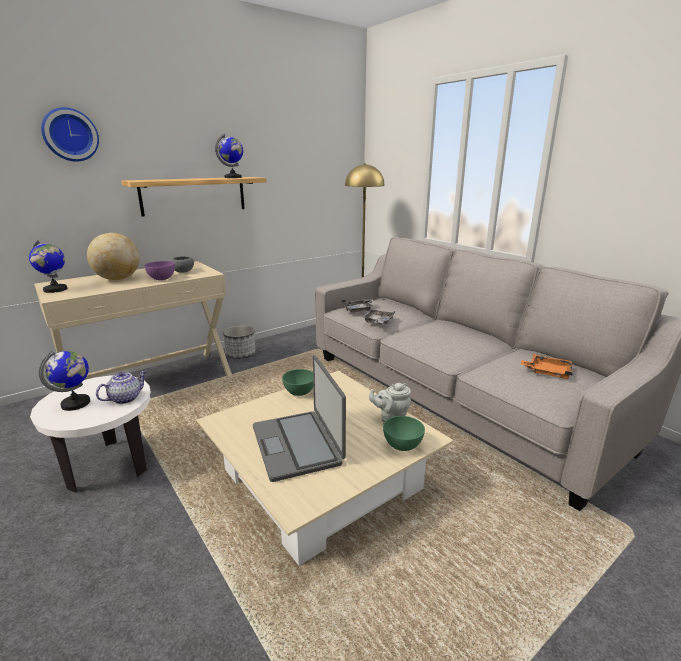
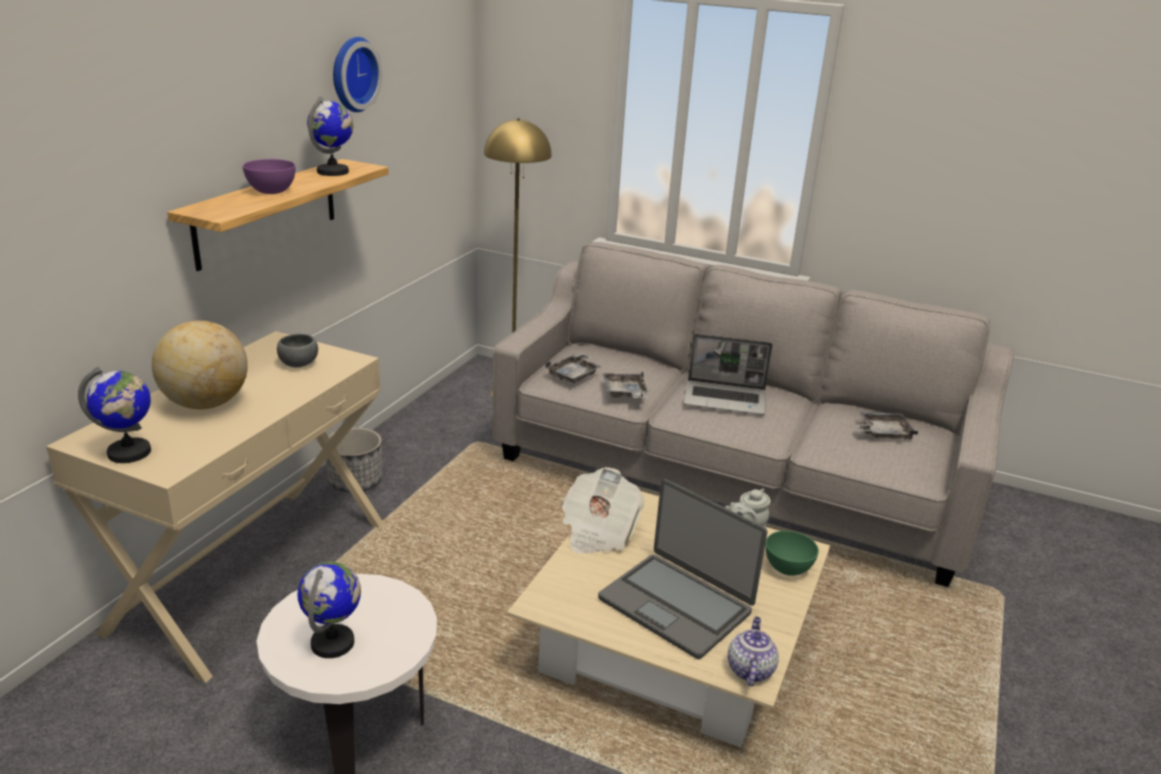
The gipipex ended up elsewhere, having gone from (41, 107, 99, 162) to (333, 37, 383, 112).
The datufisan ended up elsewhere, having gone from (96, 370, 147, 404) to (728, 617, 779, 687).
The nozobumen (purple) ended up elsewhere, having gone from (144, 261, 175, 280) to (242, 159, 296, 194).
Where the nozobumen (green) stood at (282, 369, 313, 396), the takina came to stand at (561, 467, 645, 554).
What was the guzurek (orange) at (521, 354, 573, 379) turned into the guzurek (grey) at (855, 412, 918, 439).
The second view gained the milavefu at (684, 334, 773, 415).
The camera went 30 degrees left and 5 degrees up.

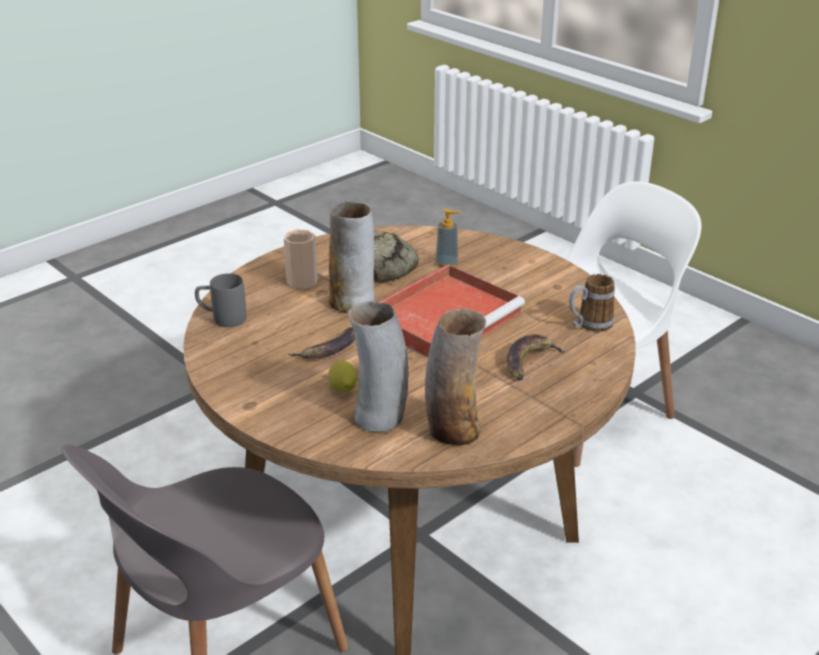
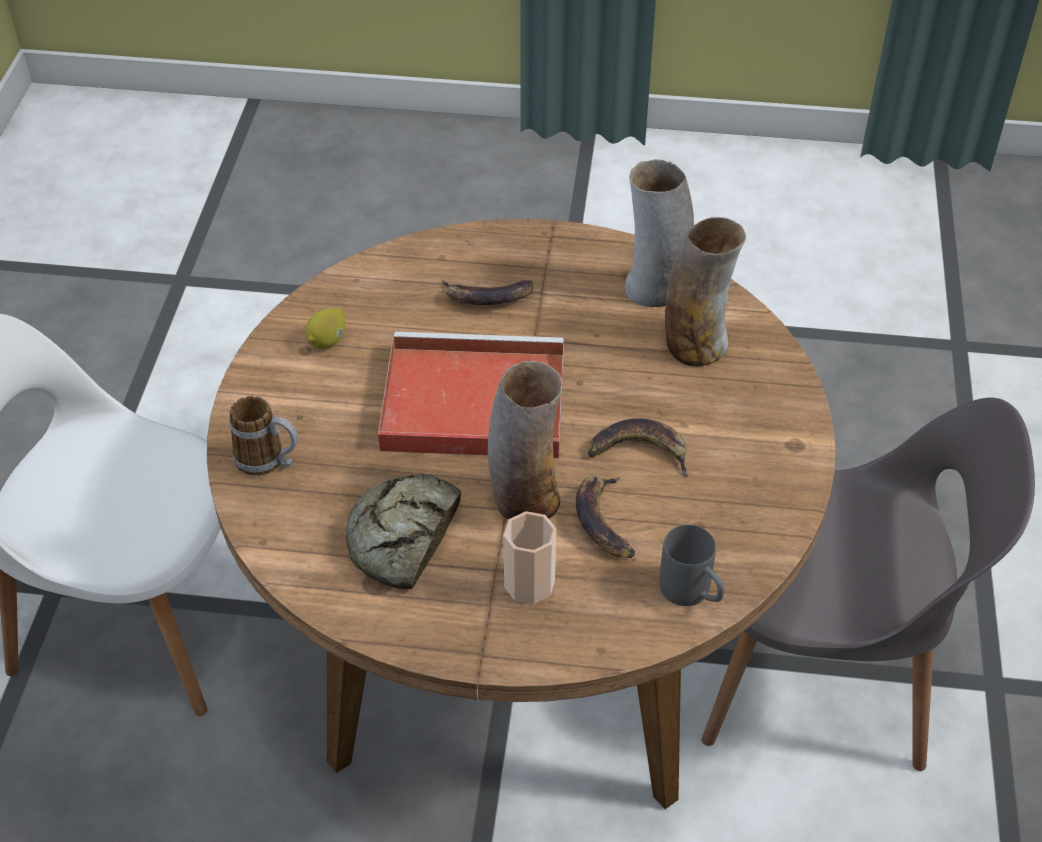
The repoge ended up elsewhere, having gone from (328, 361, 357, 392) to (305, 308, 345, 349).
The second view lost the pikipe at (436, 209, 460, 268).
The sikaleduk ended up elsewhere, having gone from (569, 274, 615, 332) to (229, 396, 298, 476).
The second view gained the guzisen at (576, 476, 635, 558).
The camera went 130 degrees left and 15 degrees up.

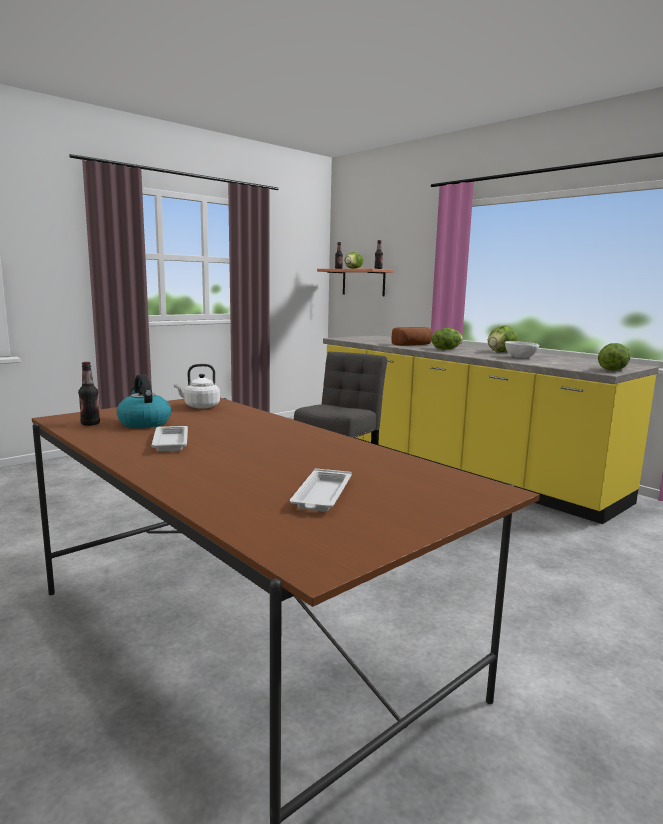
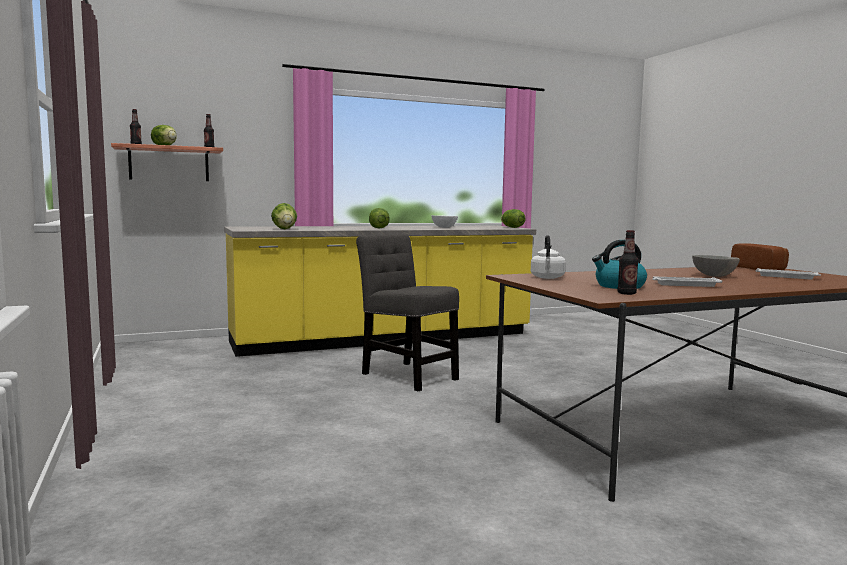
The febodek ended up elsewhere, having gone from (392, 327, 432, 346) to (731, 243, 789, 270).
The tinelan ended up elsewhere, having gone from (488, 326, 519, 352) to (271, 203, 297, 230).
The second view gained the nozobumen (grey) at (692, 255, 740, 277).
The camera went 70 degrees left and 5 degrees down.

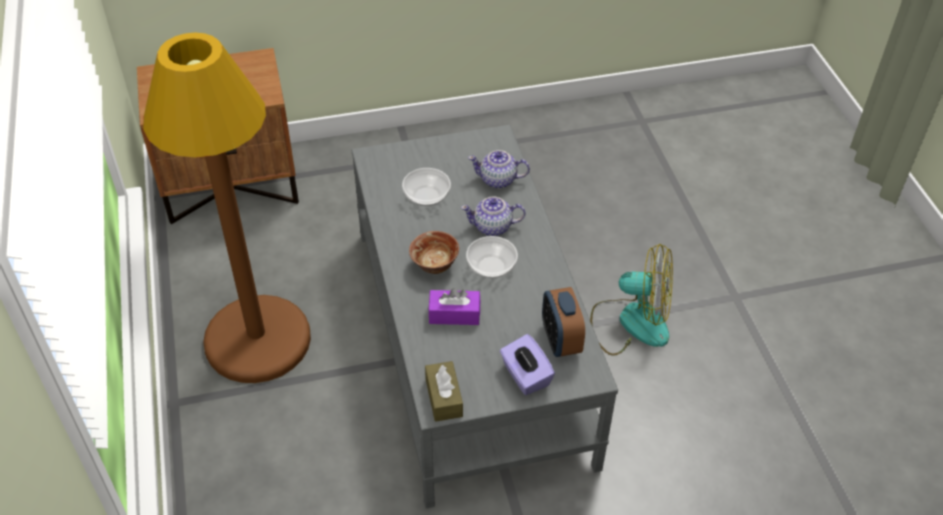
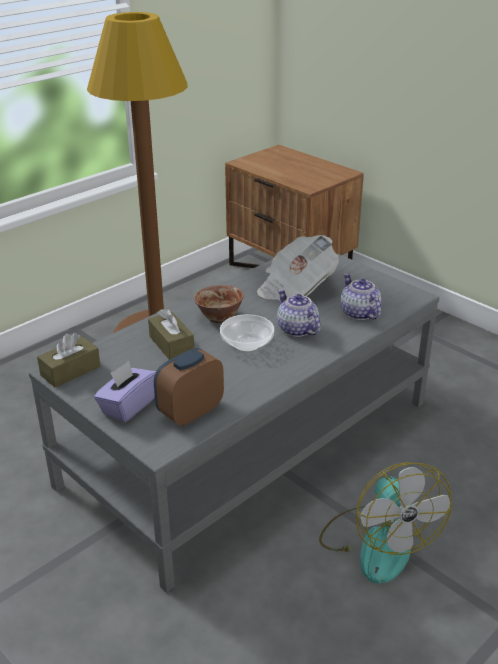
Where the nozobumen stood at (402, 168, 451, 206), the takina came to stand at (257, 235, 339, 301).
What was the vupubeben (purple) at (428, 288, 480, 325) turned into the vupubeben (brown) at (148, 308, 194, 360).
The camera went 60 degrees right and 15 degrees down.

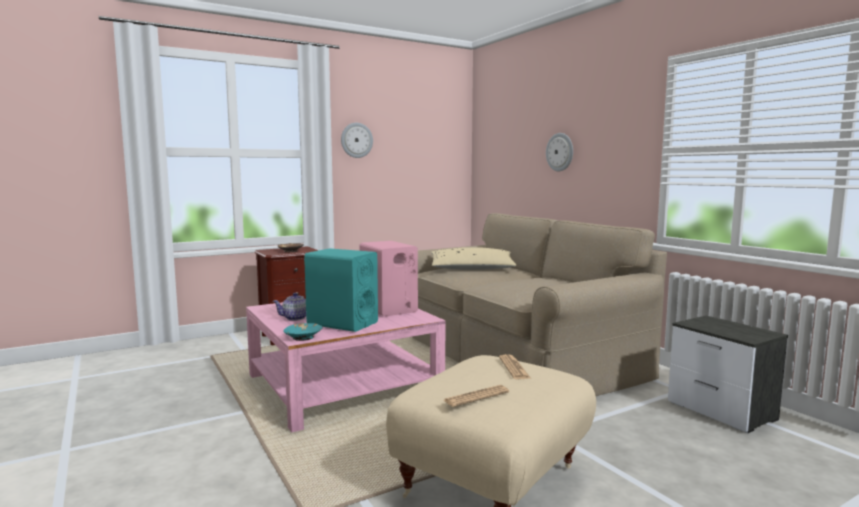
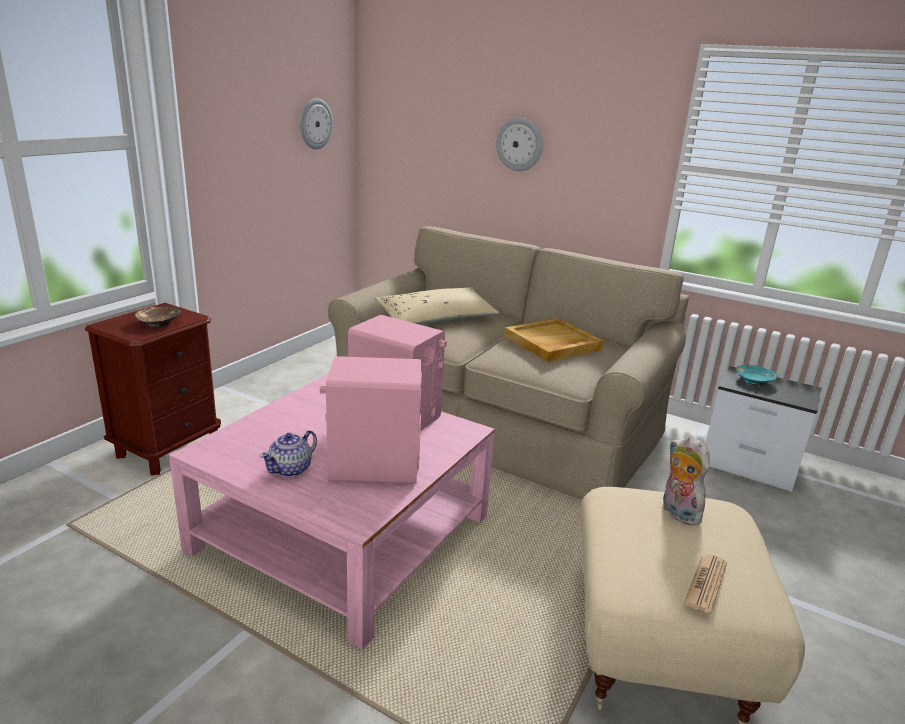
The nozobumen (turquoise) ended up elsewhere, having gone from (283, 323, 323, 341) to (736, 365, 777, 386).
What was the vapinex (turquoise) at (304, 248, 378, 332) turned into the vapinex (pink) at (320, 356, 422, 484).
The gipipex ended up elsewhere, having gone from (341, 123, 373, 158) to (300, 98, 333, 149).
Where the takina stood at (499, 354, 530, 379), the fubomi came to stand at (662, 436, 710, 525).
The second view gained the guzurek (beige) at (504, 318, 604, 362).
The camera went 30 degrees left and 15 degrees up.

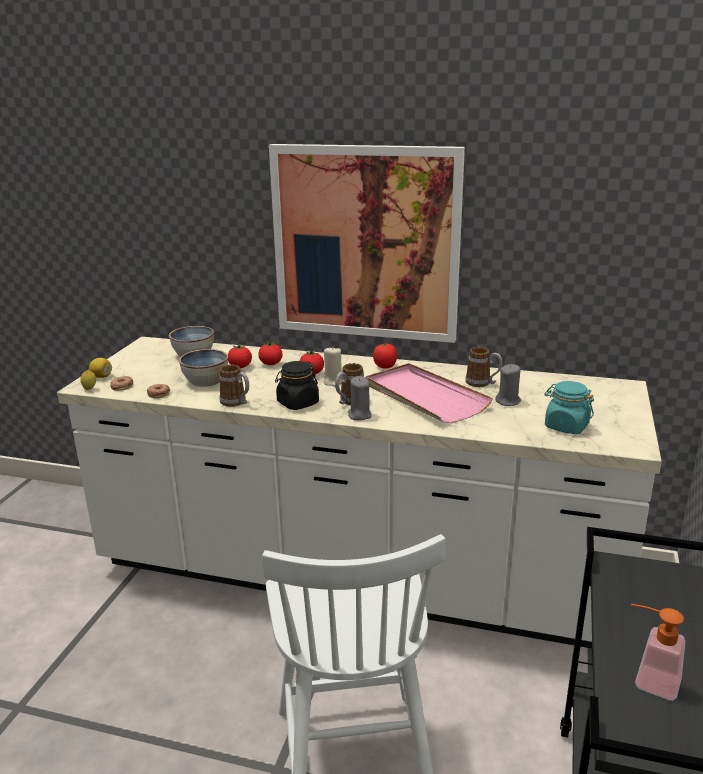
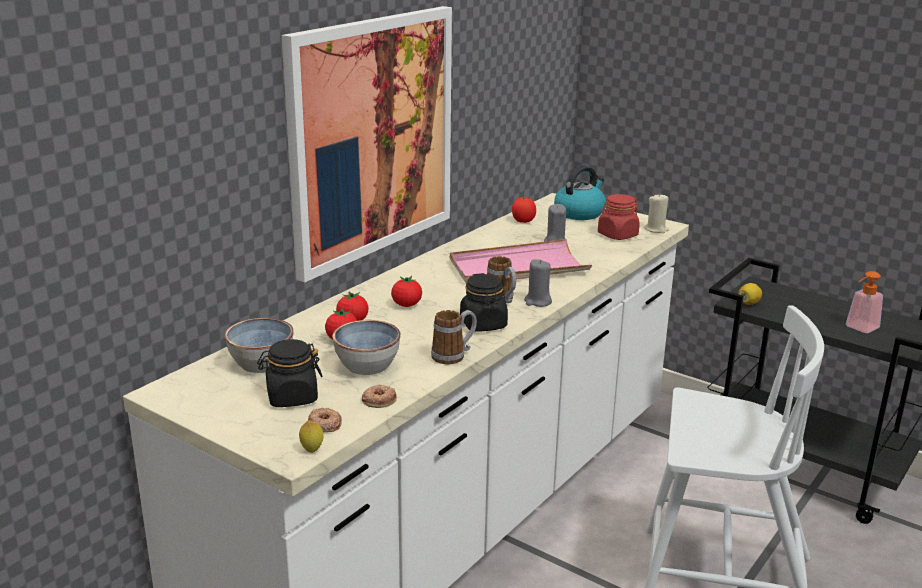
The repoge ended up elsewhere, having gone from (89, 358, 112, 378) to (738, 283, 762, 305).
The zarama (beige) ended up elsewhere, having gone from (323, 346, 342, 387) to (644, 193, 669, 233).
The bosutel ended up elsewhere, having gone from (373, 343, 397, 368) to (512, 197, 536, 223).
The second view lost the sikaleduk at (465, 347, 502, 387).
What was the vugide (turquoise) at (544, 381, 594, 434) turned into the vugide (red) at (598, 194, 640, 240).
The second view gained the vugide (black) at (257, 339, 322, 407).
The second view gained the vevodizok at (554, 165, 606, 220).
The camera went 70 degrees left and 0 degrees up.

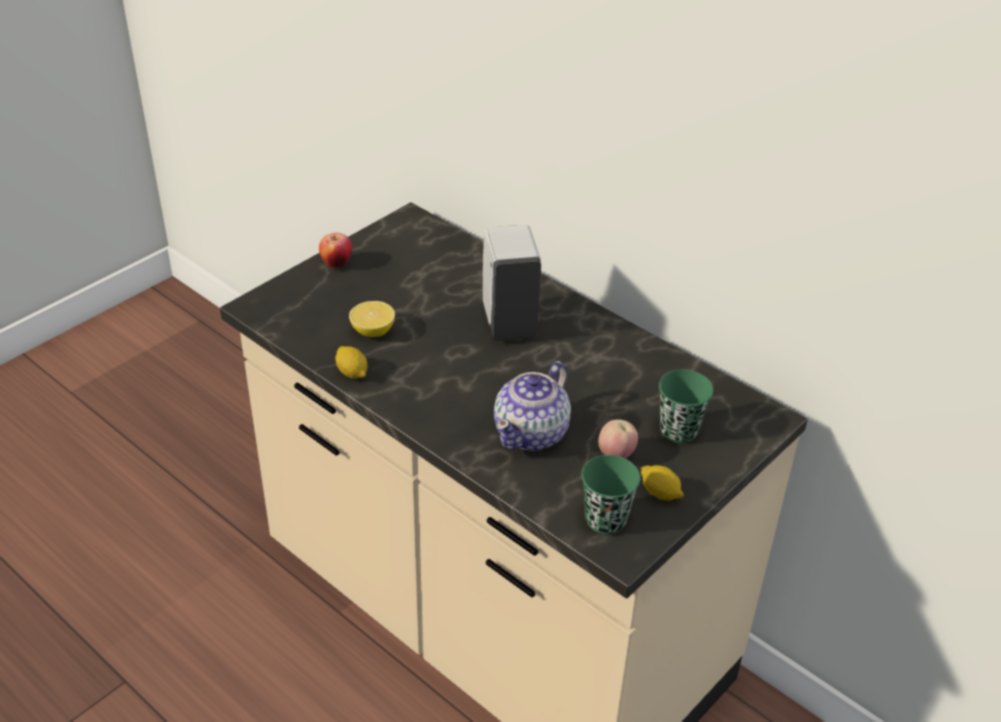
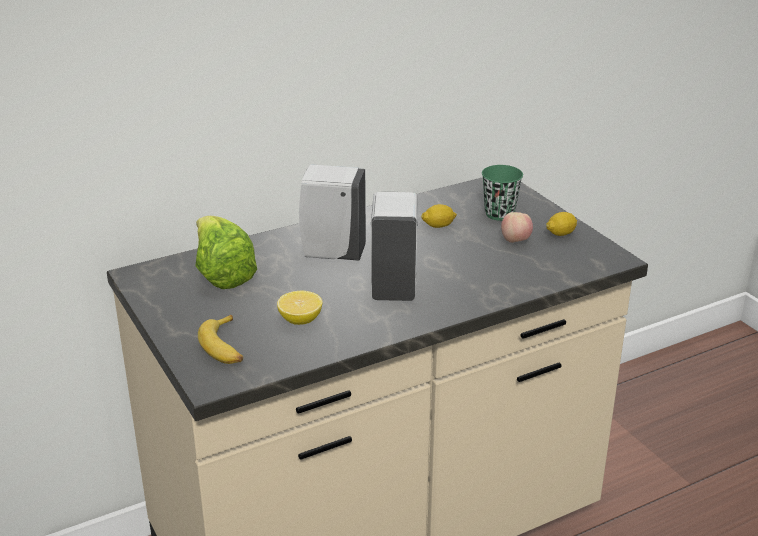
The second view lost the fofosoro at (319, 233, 352, 268).
The repoge ended up elsewhere, having gone from (335, 346, 367, 379) to (421, 204, 457, 228).
The second view lost the datufisan at (494, 361, 571, 451).
The second view lost the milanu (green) at (581, 455, 640, 535).
The second view gained the tinelan at (195, 216, 257, 289).
The second view gained the guzisen at (198, 315, 243, 364).
The second view gained the pikipe (white) at (371, 192, 418, 301).
The camera went 70 degrees left and 10 degrees down.

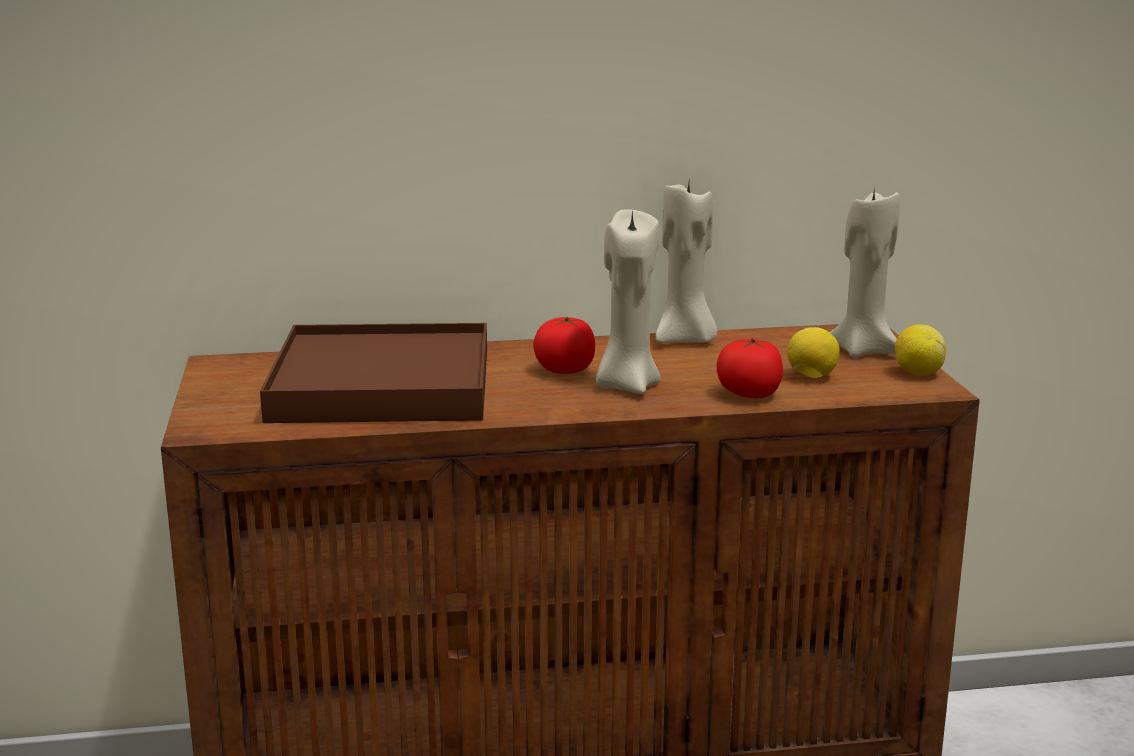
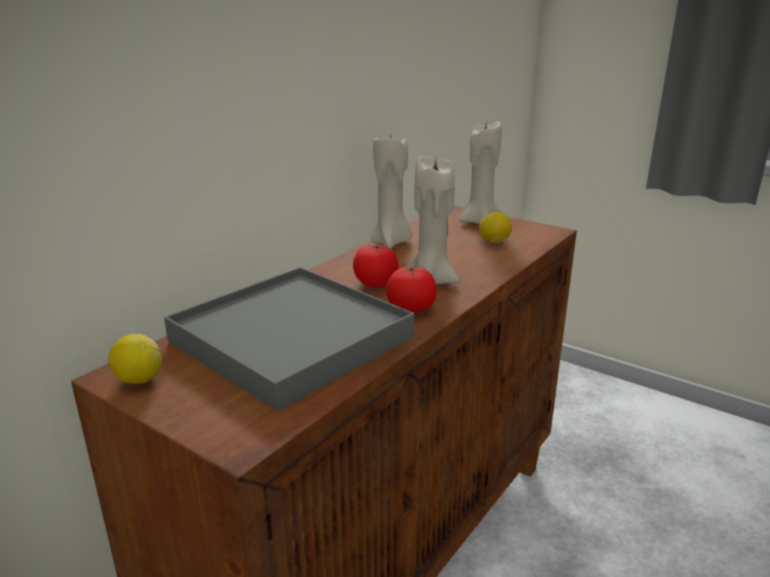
What was the guzurek (brown) at (260, 323, 487, 423) turned into the guzurek (grey) at (164, 267, 414, 411).
The bosutel ended up elsewhere, having gone from (717, 338, 783, 398) to (386, 266, 436, 313).
The repoge ended up elsewhere, having gone from (895, 325, 946, 376) to (108, 334, 162, 384).
The camera went 45 degrees left and 5 degrees up.

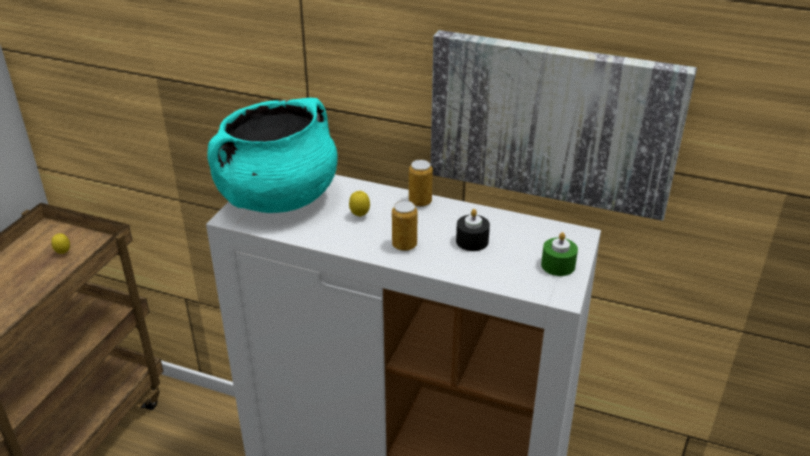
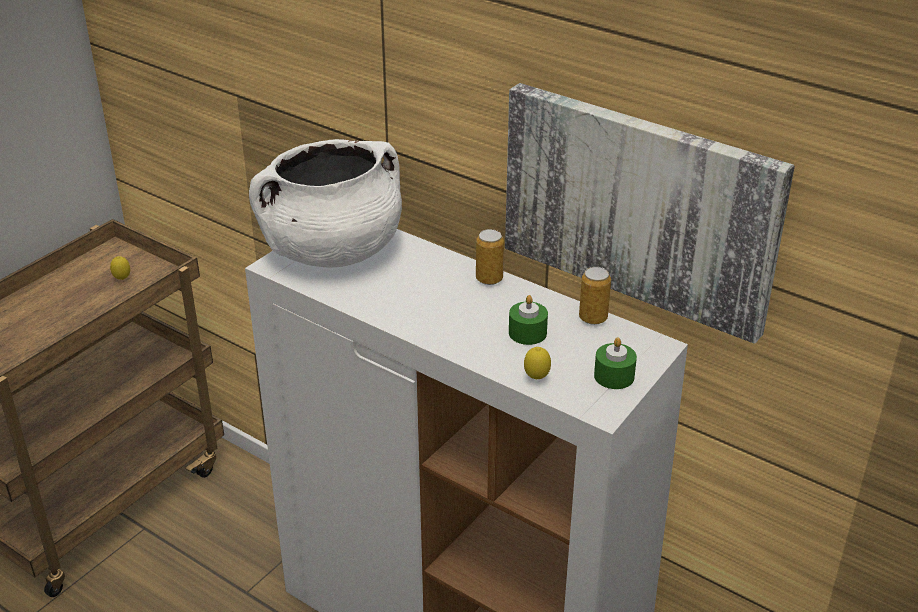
What was the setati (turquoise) at (207, 98, 338, 213) turned into the setati (white) at (249, 139, 402, 268).
The repoge ended up elsewhere, having gone from (349, 191, 370, 217) to (524, 347, 551, 379).
The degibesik ended up elsewhere, having gone from (392, 201, 417, 251) to (579, 267, 611, 325).
What was the zarama (black) at (456, 209, 490, 251) turned into the zarama (green) at (509, 295, 548, 345).
The camera went 15 degrees right and 0 degrees up.

